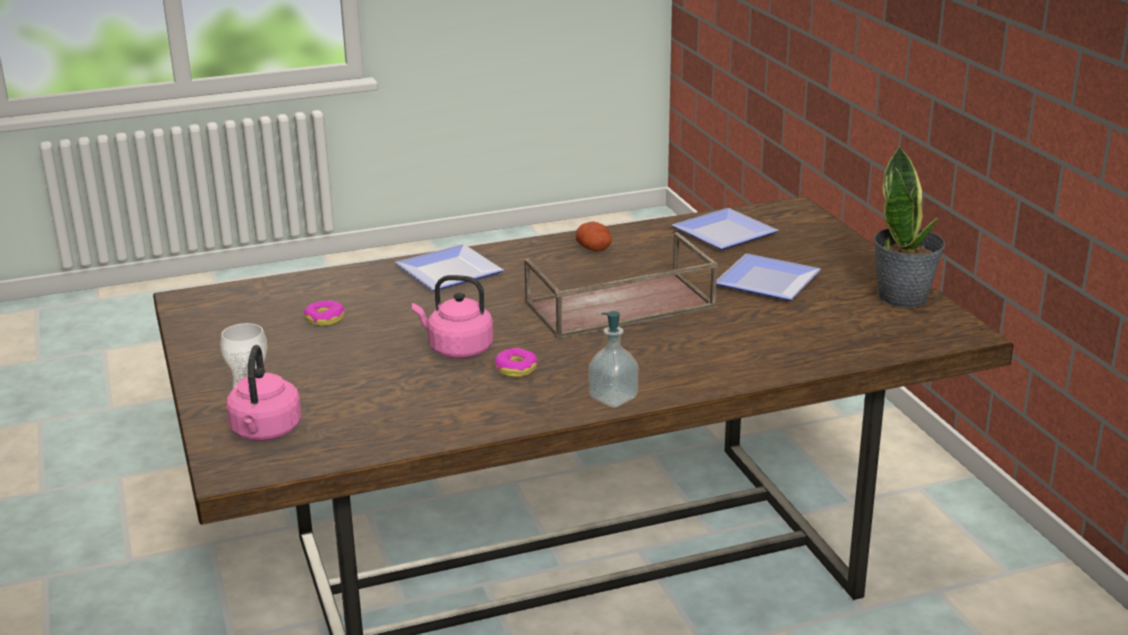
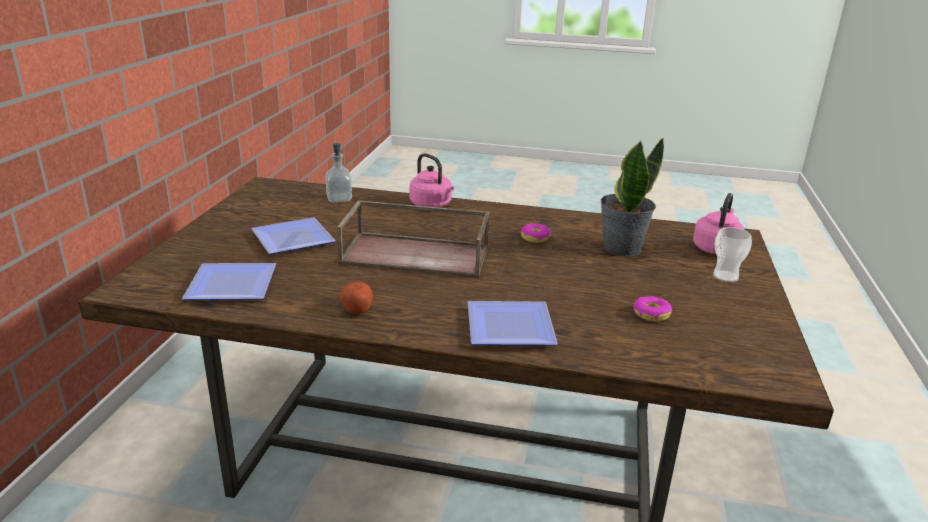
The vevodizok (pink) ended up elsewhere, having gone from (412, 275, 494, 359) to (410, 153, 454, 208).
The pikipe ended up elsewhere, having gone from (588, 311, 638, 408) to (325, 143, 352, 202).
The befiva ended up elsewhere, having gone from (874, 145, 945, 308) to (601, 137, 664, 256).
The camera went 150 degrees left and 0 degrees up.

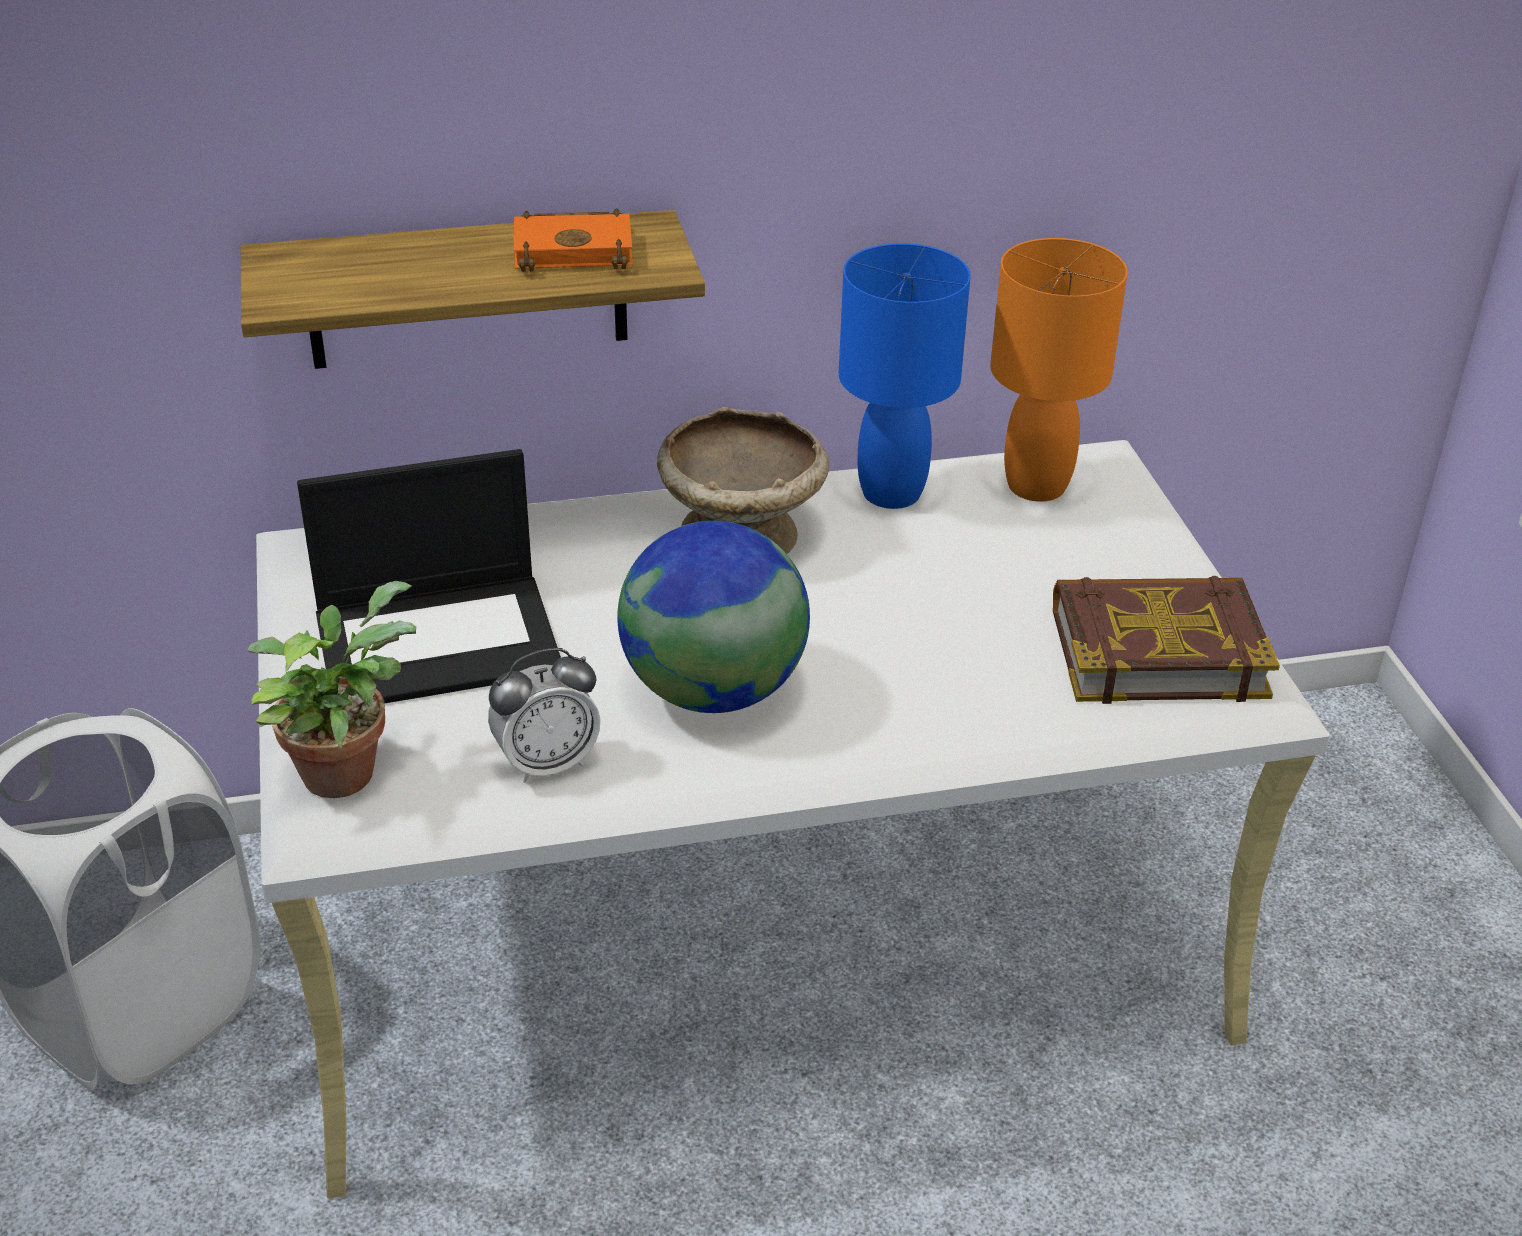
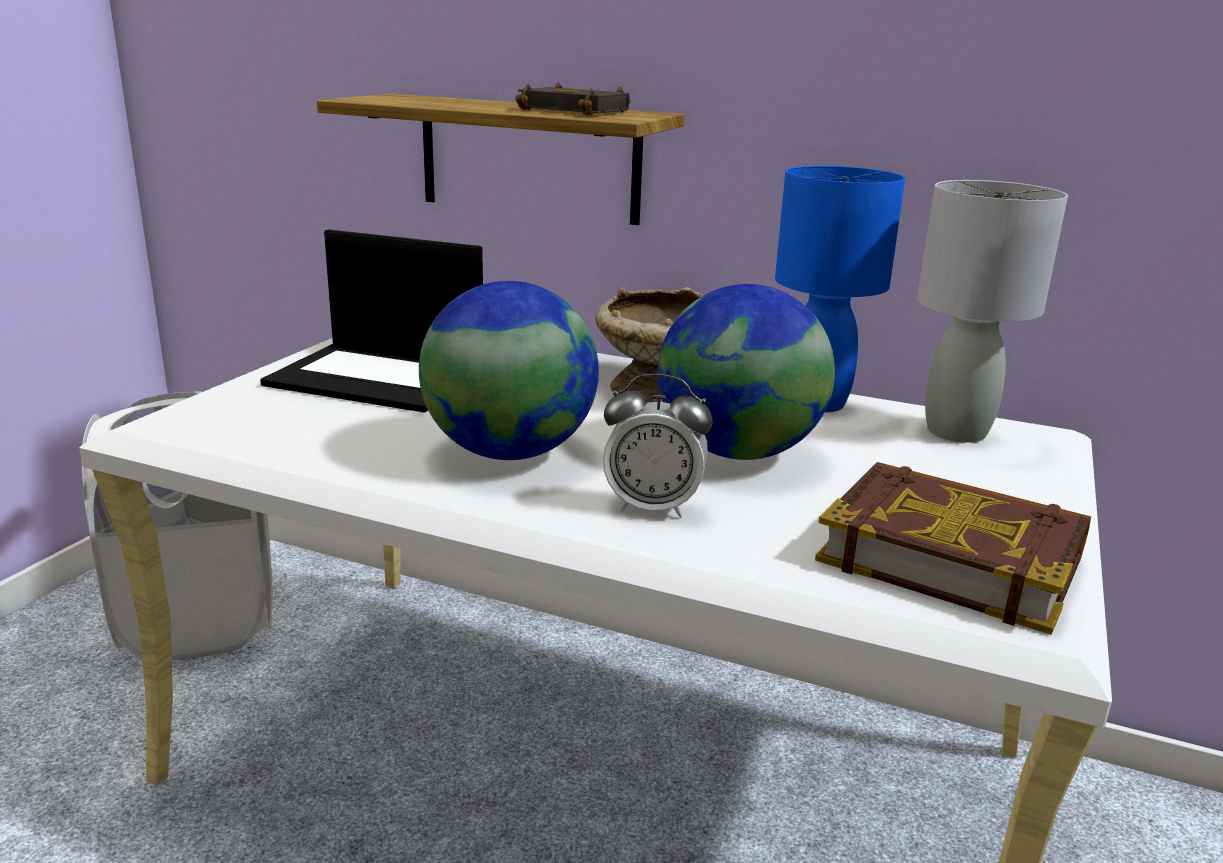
The second view lost the befiva at (247, 581, 416, 798).
The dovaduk ended up elsewhere, having gone from (488, 648, 601, 783) to (603, 374, 713, 518).
What was the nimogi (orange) at (513, 208, 633, 272) turned into the nimogi (black) at (515, 82, 631, 116).
What was the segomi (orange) at (990, 238, 1128, 502) turned into the segomi (grey) at (917, 180, 1068, 443).
The second view gained the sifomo at (658, 284, 835, 460).
The camera went 35 degrees right and 15 degrees down.

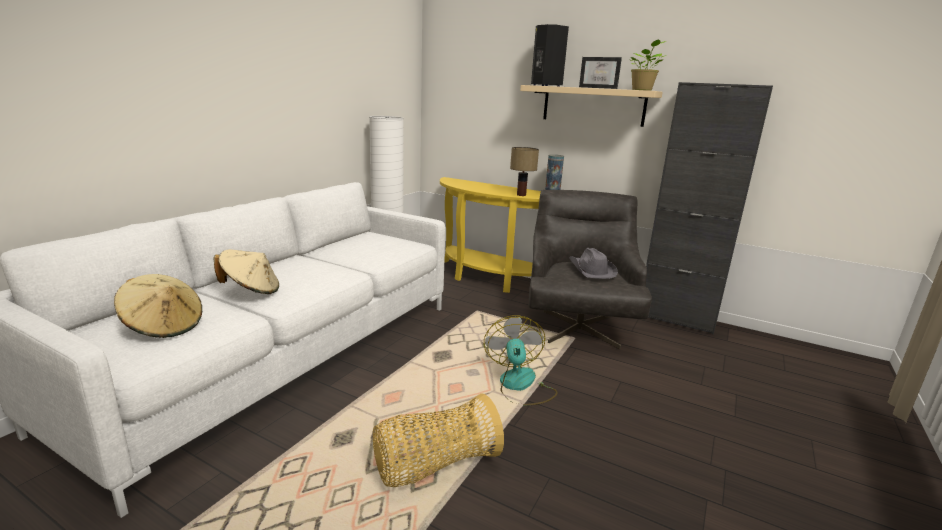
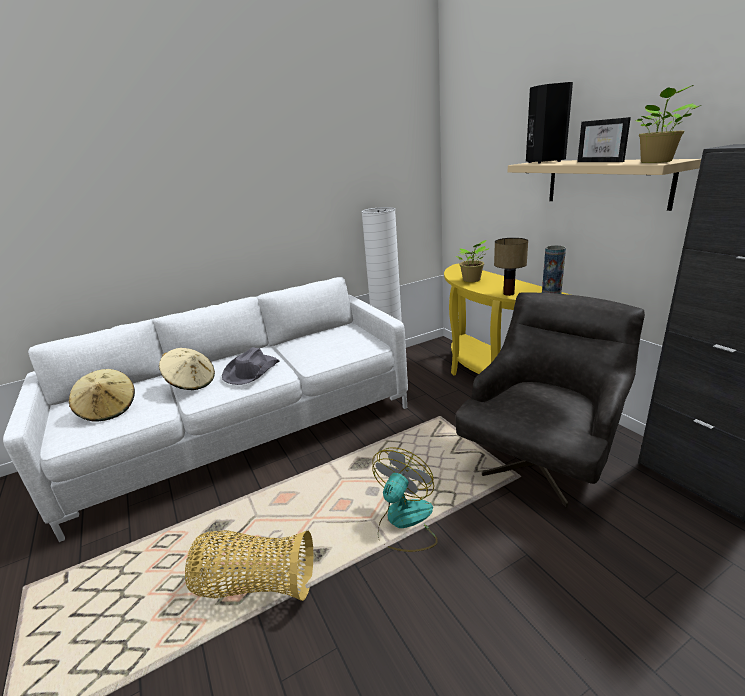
The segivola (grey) ended up elsewhere, having gone from (569, 248, 618, 279) to (222, 347, 279, 385).
The second view gained the befiva at (456, 240, 490, 282).
The camera went 35 degrees right and 5 degrees up.

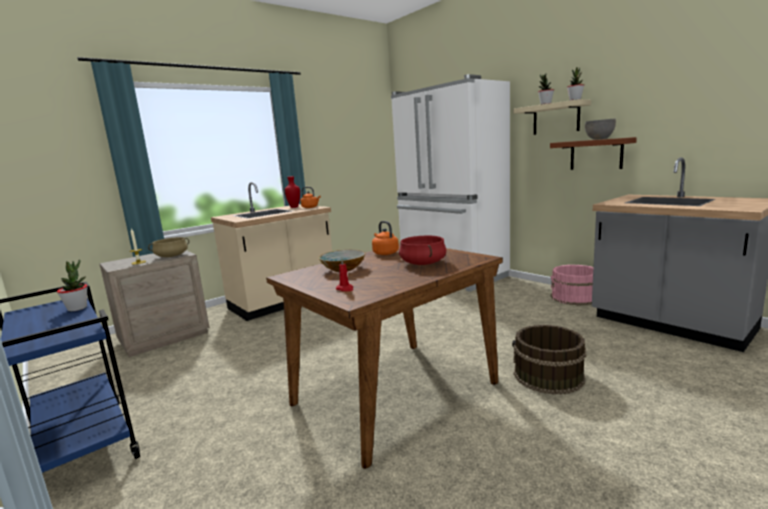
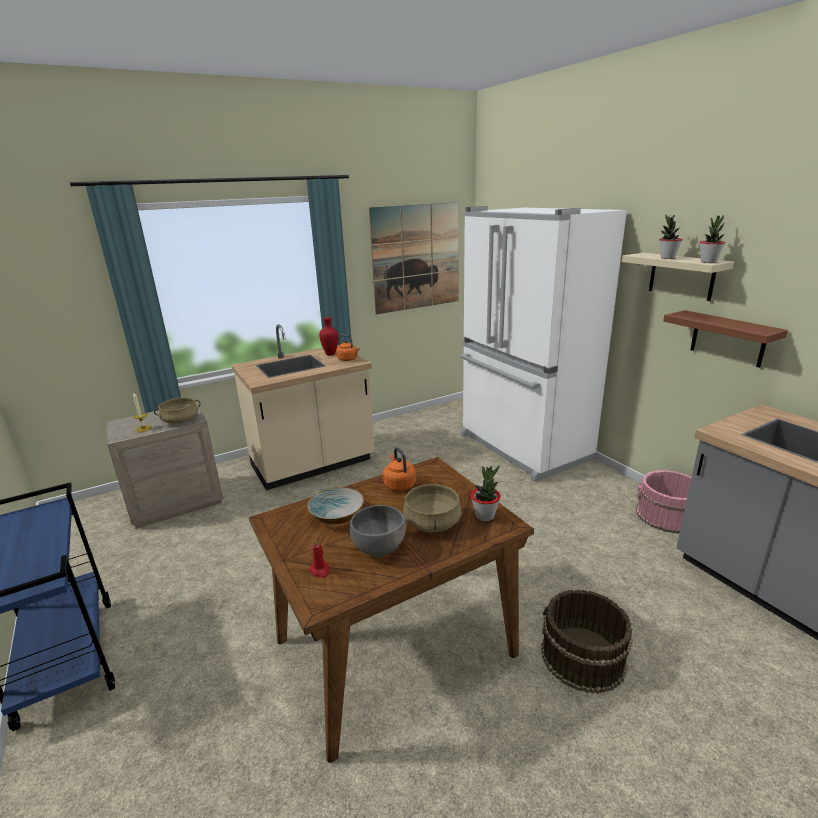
The befiva ended up elsewhere, having gone from (57, 260, 88, 311) to (471, 465, 501, 521).
What was the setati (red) at (399, 235, 446, 265) turned into the setati (beige) at (403, 484, 462, 532).
The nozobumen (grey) ended up elsewhere, having gone from (585, 119, 616, 140) to (350, 505, 406, 557).
The second view gained the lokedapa at (369, 202, 459, 314).
The camera went 10 degrees right and 10 degrees up.

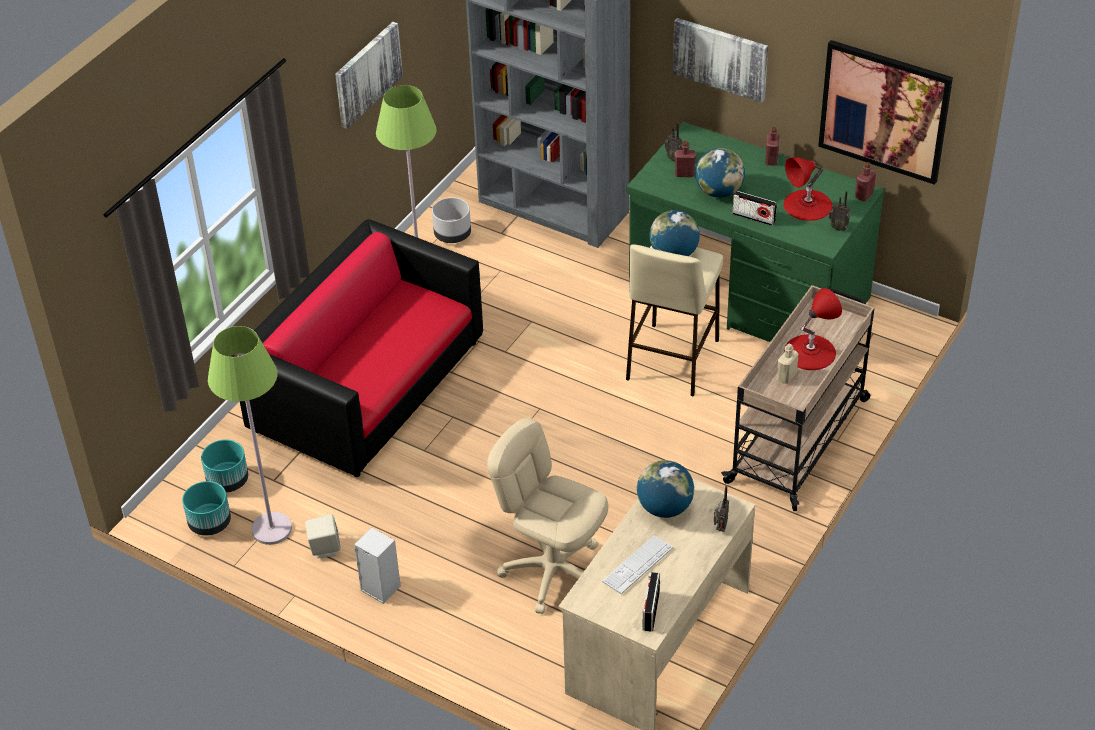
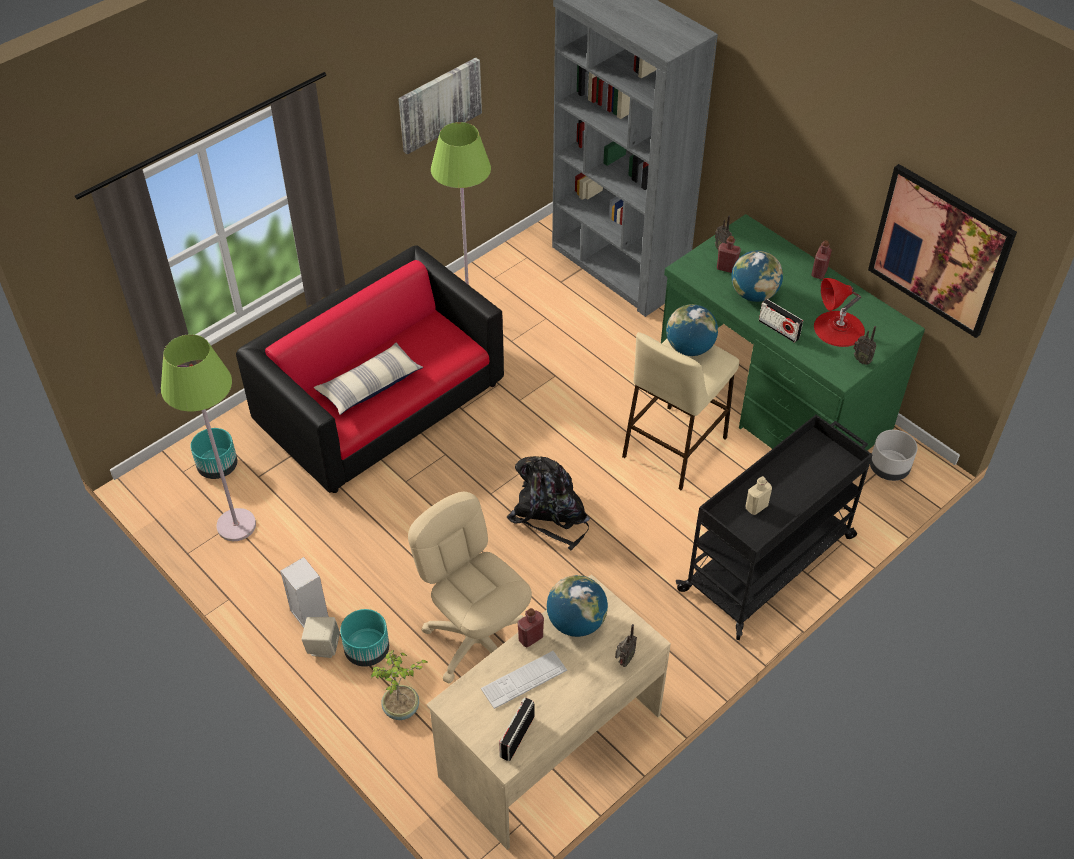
The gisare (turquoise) ended up elsewhere, having gone from (182, 481, 231, 536) to (340, 609, 389, 667).
The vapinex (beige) ended up elsewhere, having gone from (305, 514, 341, 558) to (301, 617, 340, 658).
The gisare (grey) ended up elsewhere, having gone from (432, 197, 471, 243) to (870, 430, 917, 481).
The second view lost the lokedapa at (673, 18, 768, 103).
What was the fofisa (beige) at (721, 285, 875, 511) turned into the fofisa (black) at (676, 415, 873, 640).
The second view lost the segomi (red) at (784, 288, 842, 370).
The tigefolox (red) ended up elsewhere, having gone from (855, 162, 876, 201) to (518, 608, 544, 648).
The second view gained the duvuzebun at (314, 343, 423, 415).
The second view gained the befiva at (370, 650, 428, 720).
The second view gained the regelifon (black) at (507, 456, 590, 550).
The camera went 15 degrees right and 5 degrees up.

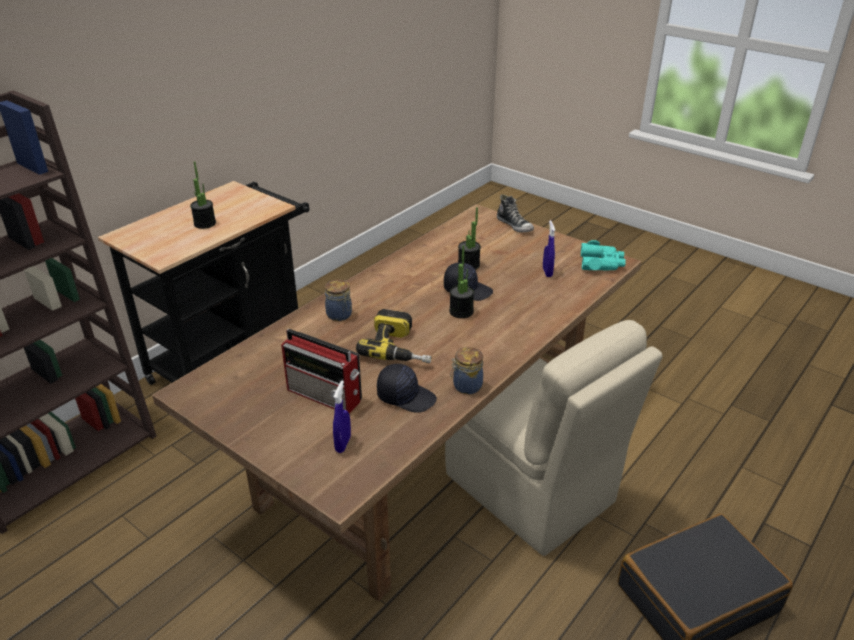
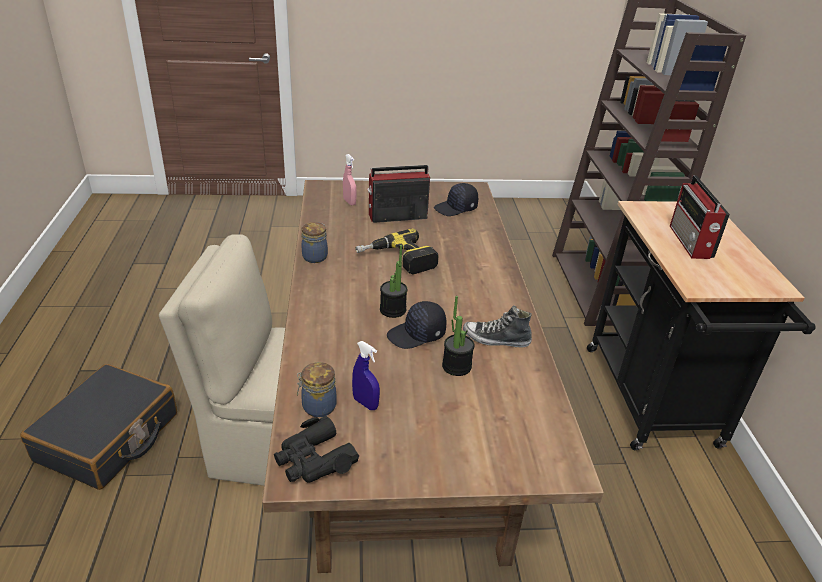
Where the befiva stood at (190, 161, 216, 229), the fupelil came to stand at (670, 175, 730, 259).
The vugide ended up elsewhere, having gone from (325, 280, 352, 321) to (297, 362, 337, 417).
What was the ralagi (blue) at (333, 380, 351, 453) turned into the ralagi (pink) at (343, 154, 356, 205).
The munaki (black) ended up elsewhere, having gone from (377, 364, 437, 413) to (434, 183, 478, 216).
The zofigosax ended up elsewhere, having gone from (497, 194, 534, 232) to (463, 306, 532, 348).
What was the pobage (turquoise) at (581, 240, 626, 270) turned into the pobage (black) at (274, 416, 359, 483).
The camera went 135 degrees right and 0 degrees up.

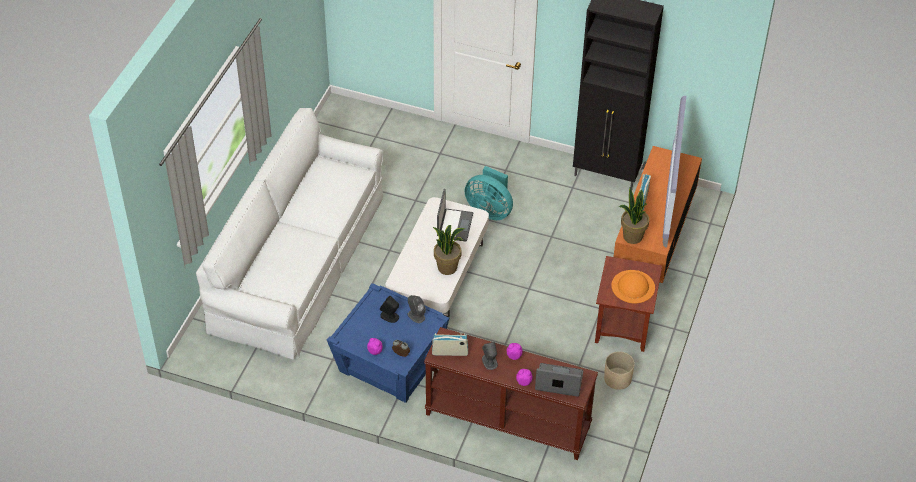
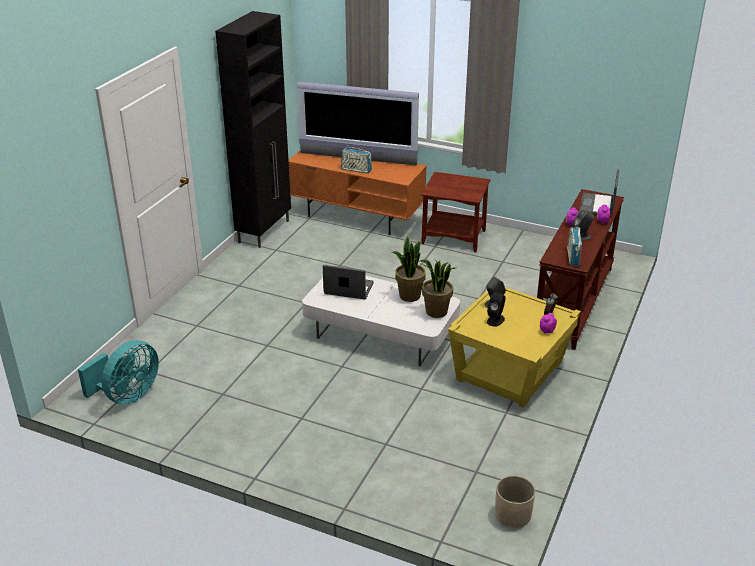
The second view lost the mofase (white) at (196, 108, 383, 359).
What was the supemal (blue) at (327, 283, 449, 403) turned into the supemal (yellow) at (448, 287, 581, 408).
The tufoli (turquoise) ended up elsewhere, having gone from (465, 166, 513, 220) to (78, 340, 159, 404).
The gisare (beige) ended up elsewhere, having gone from (604, 351, 635, 390) to (495, 476, 535, 528).
The second view lost the segivola (orange) at (611, 270, 655, 303).
The befiva ended up elsewhere, having gone from (619, 188, 649, 244) to (420, 259, 456, 318).
The camera went 85 degrees left and 15 degrees down.

